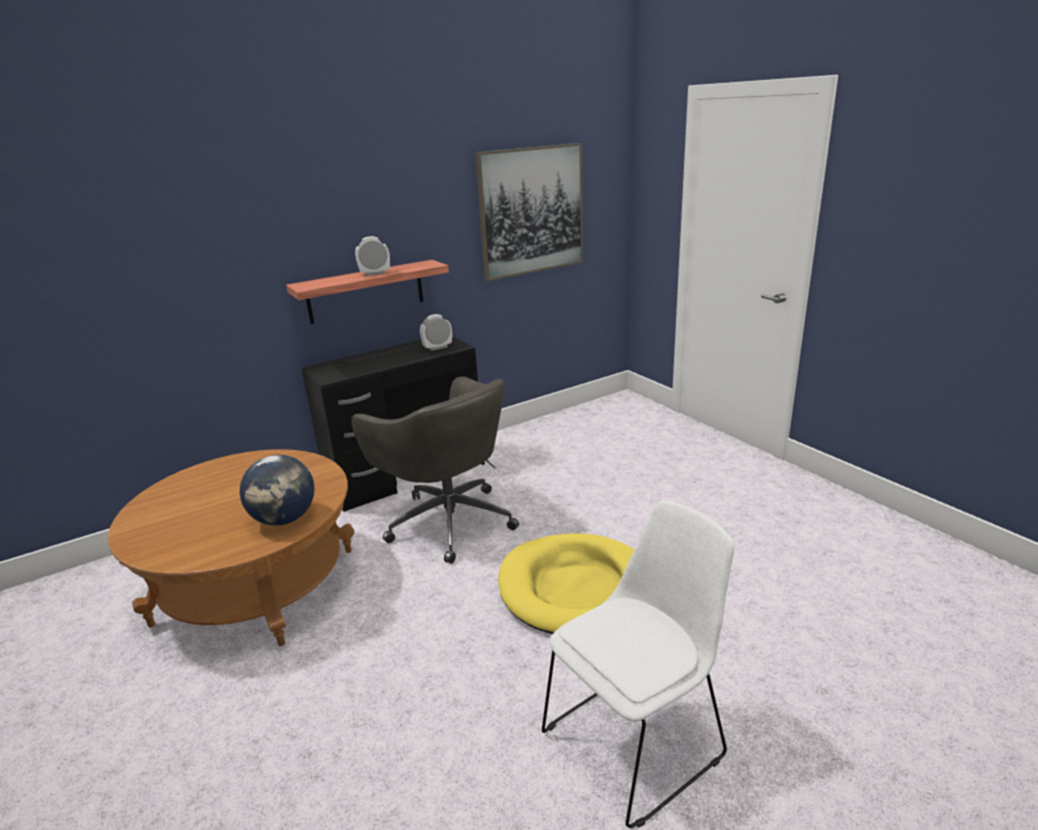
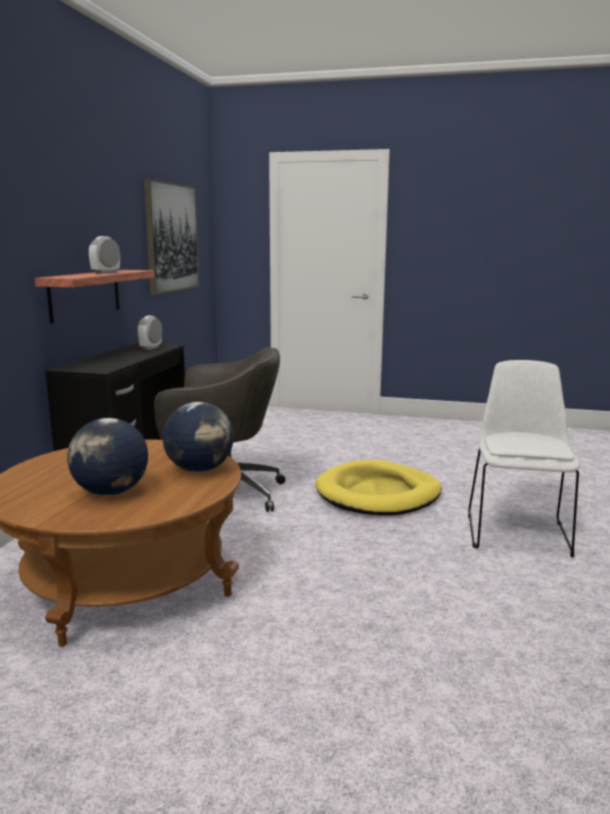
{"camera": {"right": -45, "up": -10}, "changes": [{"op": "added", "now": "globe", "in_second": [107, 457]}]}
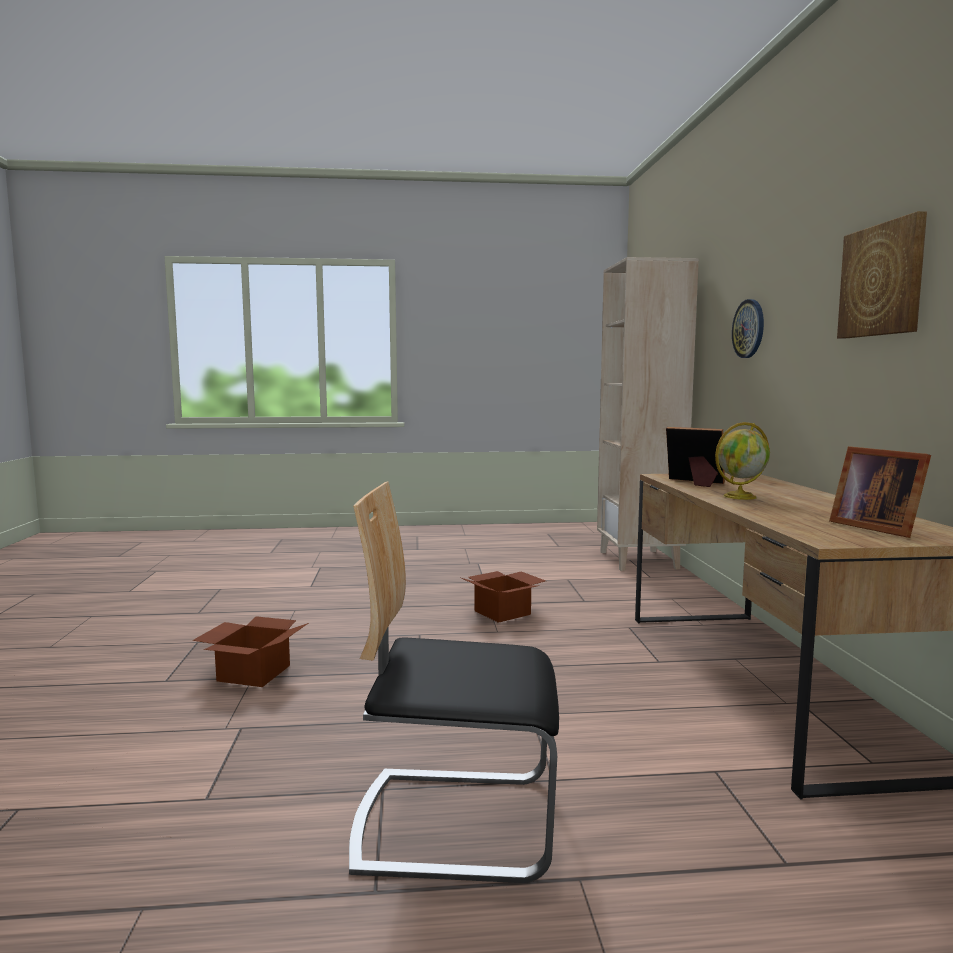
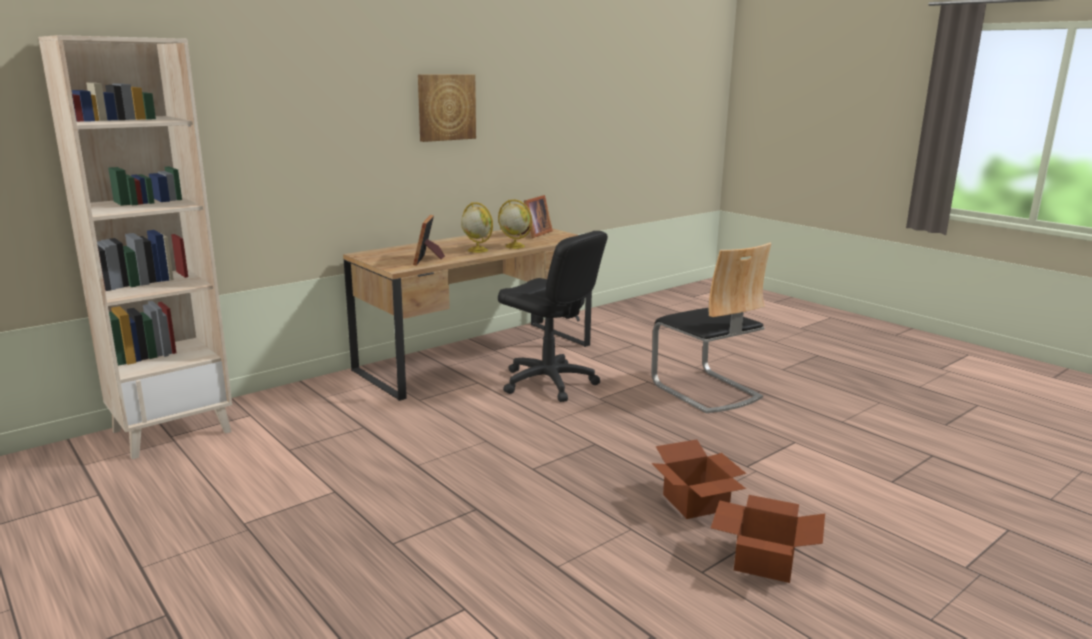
{"camera": {"right": -125, "up": 10}, "changes": [{"op": "added", "now": "globe", "in_second": [515, 224]}, {"op": "added", "now": "office chair/black", "in_second": [553, 316]}, {"op": "moved", "was": "cardboard box", "in_first": [502, 597], "in_second": [768, 539]}, {"op": "removed", "was": "wall clock", "in_first": [748, 328]}]}
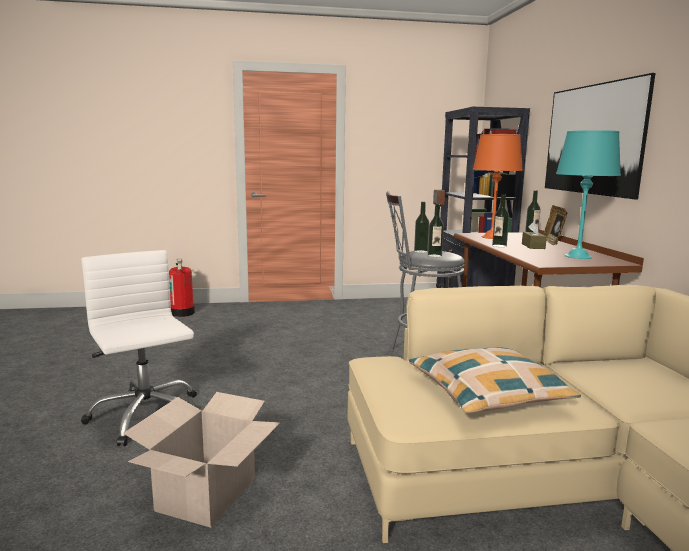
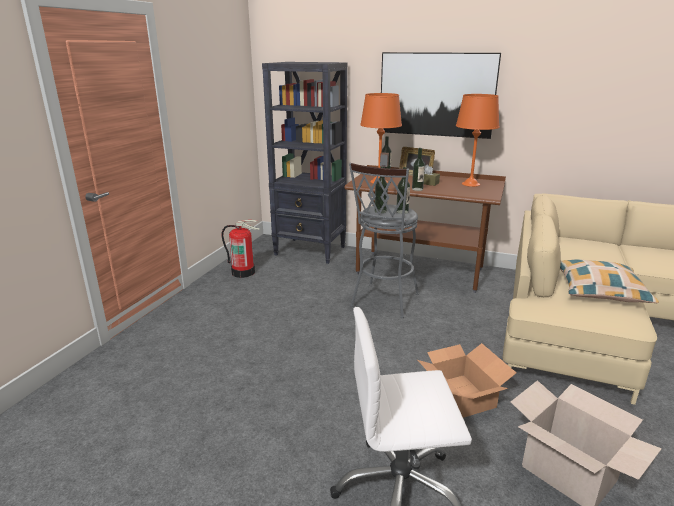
{"camera": {"right": -60, "up": 10}, "changes": [{"op": "moved", "was": "fire extinguisher", "in_first": [182, 288], "in_second": [240, 249]}, {"op": "added", "now": "cardboard box", "in_second": [467, 380]}, {"op": "recoloured", "was": "table lamp/turquoise", "now": "table lamp/orange", "in_first": [588, 194], "in_second": [477, 140]}]}
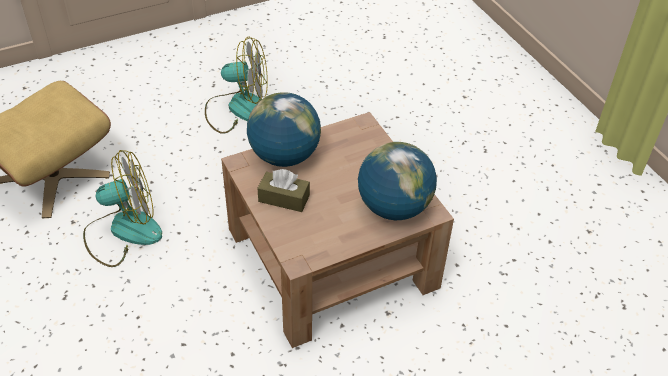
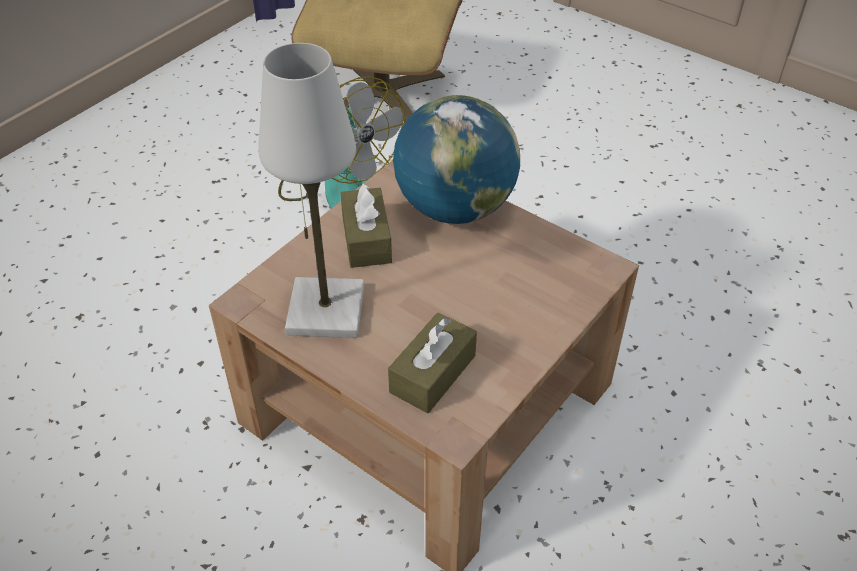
{"camera": {"right": 65, "up": 0}, "changes": [{"op": "added", "now": "table lamp/white", "in_second": [311, 190]}, {"op": "replaced", "was": "globe", "now": "tissue box/brown", "in_first": [397, 181], "in_second": [432, 362]}, {"op": "removed", "was": "fan", "in_first": [236, 85]}]}
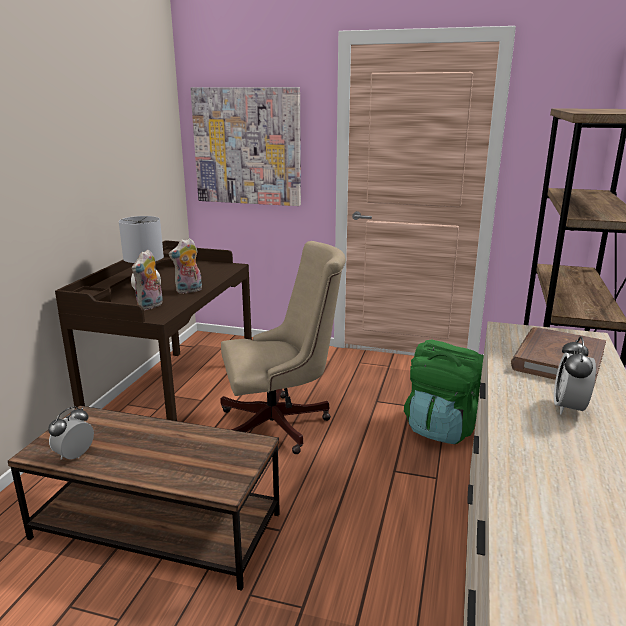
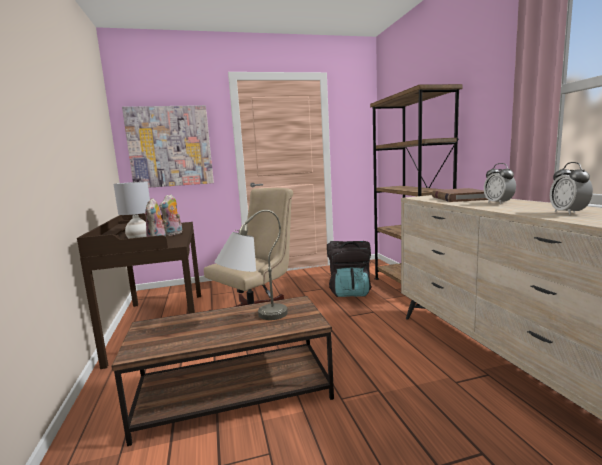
{"camera": {"right": -30, "up": -10}, "changes": [{"op": "added", "now": "table lamp/grey", "in_second": [251, 265]}, {"op": "recoloured", "was": "backpack/green", "now": "backpack/black", "in_first": [444, 392], "in_second": [349, 269]}, {"op": "moved", "was": "alarm clock", "in_first": [71, 433], "in_second": [571, 188]}]}
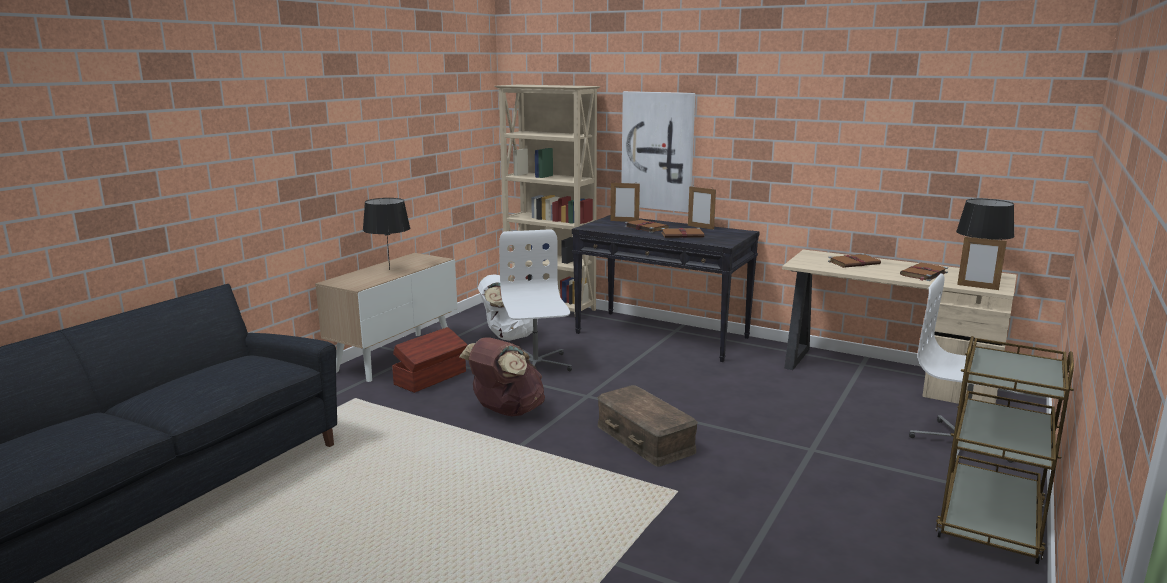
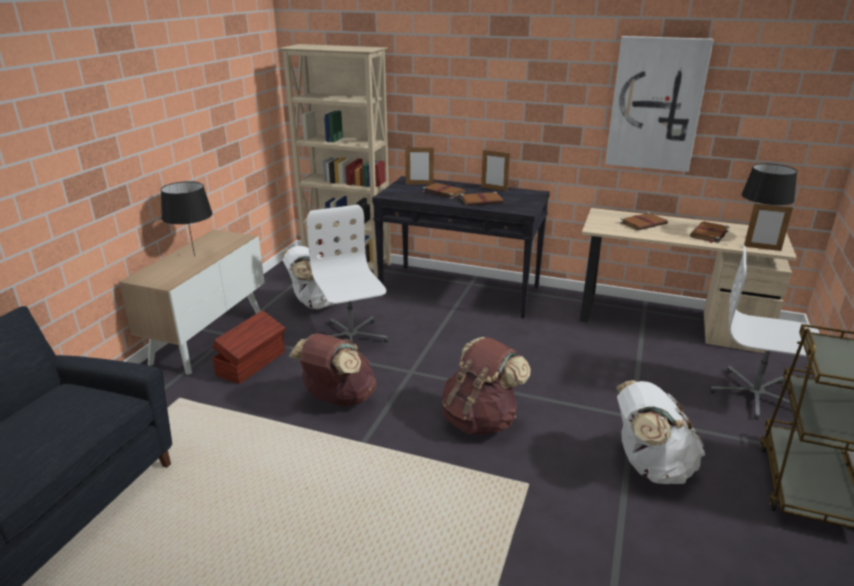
{"camera": {"right": -10, "up": 10}, "changes": [{"op": "replaced", "was": "storage box/brown", "now": "backpack/brown", "in_first": [648, 426], "in_second": [486, 386]}, {"op": "moved", "was": "picture", "in_first": [658, 151], "in_second": [659, 104]}, {"op": "added", "now": "backpack/white", "in_second": [661, 432]}]}
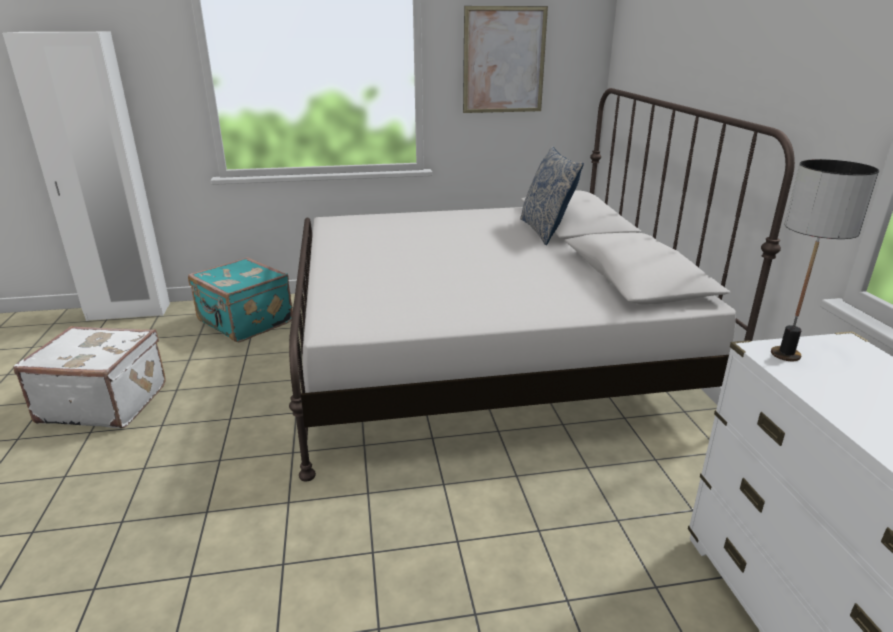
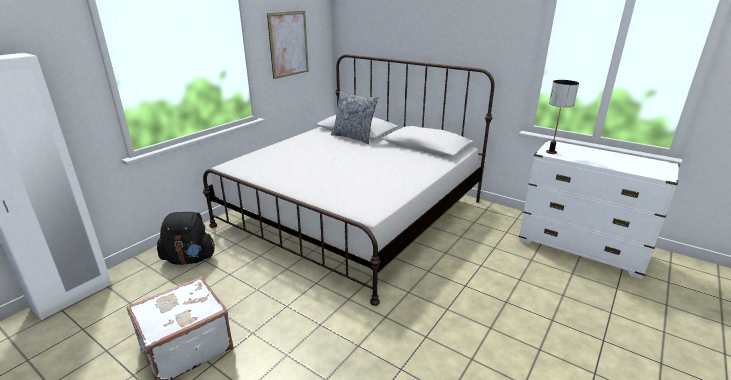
{"camera": {"right": -45, "up": 0}, "changes": [{"op": "replaced", "was": "suitcase/turquoise", "now": "backpack/black", "in_first": [240, 299], "in_second": [186, 238]}]}
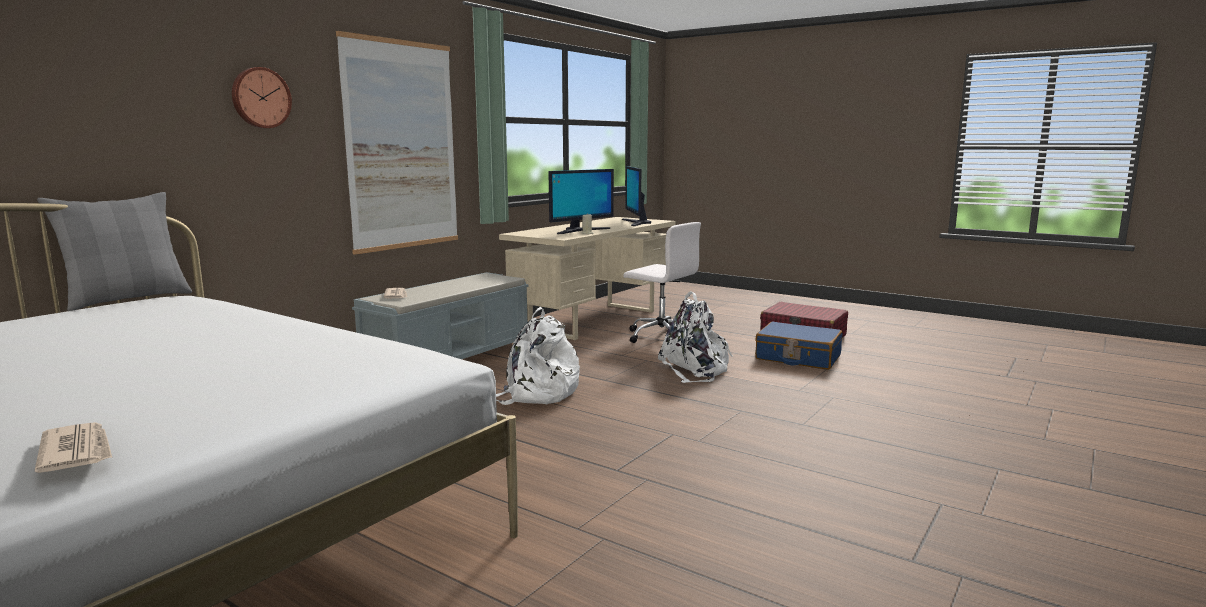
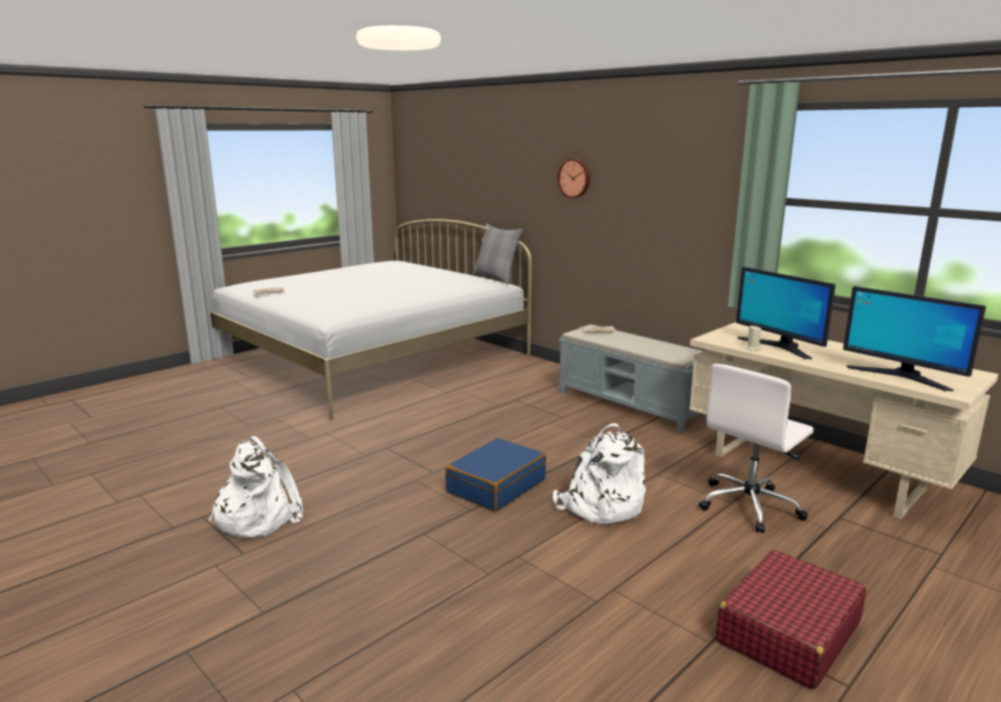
{"camera": {"right": 100, "up": 5}, "changes": [{"op": "moved", "was": "backpack/white", "in_first": [538, 356], "in_second": [255, 487]}, {"op": "moved", "was": "suitcase/blue", "in_first": [799, 346], "in_second": [495, 475]}, {"op": "turned", "was": "monitor", "in_first": [636, 196], "in_second": [914, 338], "clockwise": -135}, {"op": "removed", "was": "picture", "in_first": [397, 143]}]}
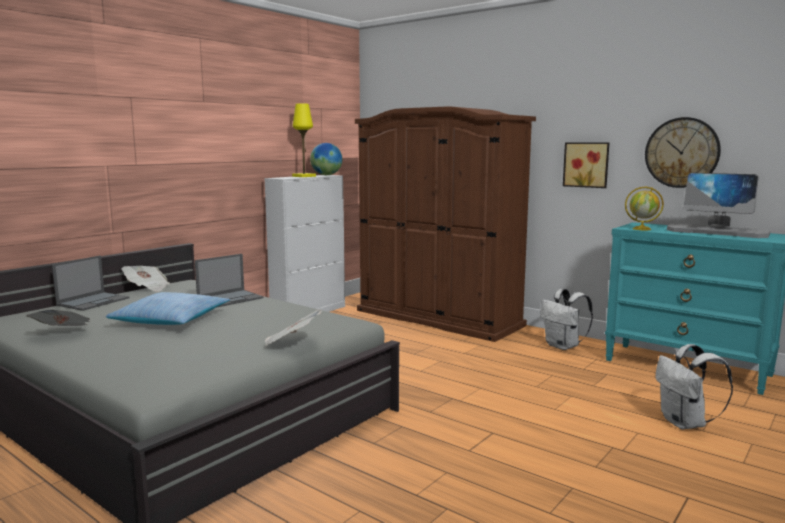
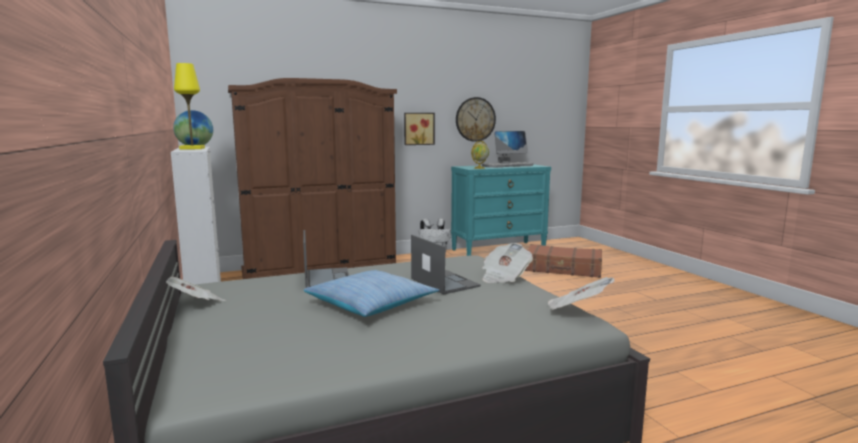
{"camera": {"right": -60, "up": 0}, "changes": [{"op": "moved", "was": "laptop", "in_first": [90, 283], "in_second": [446, 265]}, {"op": "replaced", "was": "backpack/white", "now": "suitcase/brown", "in_first": [694, 386], "in_second": [563, 261]}, {"op": "moved", "was": "newspaper", "in_first": [58, 318], "in_second": [581, 294]}]}
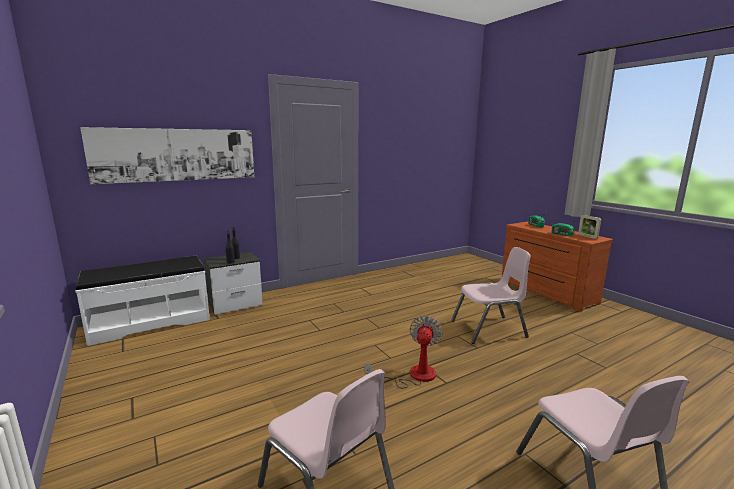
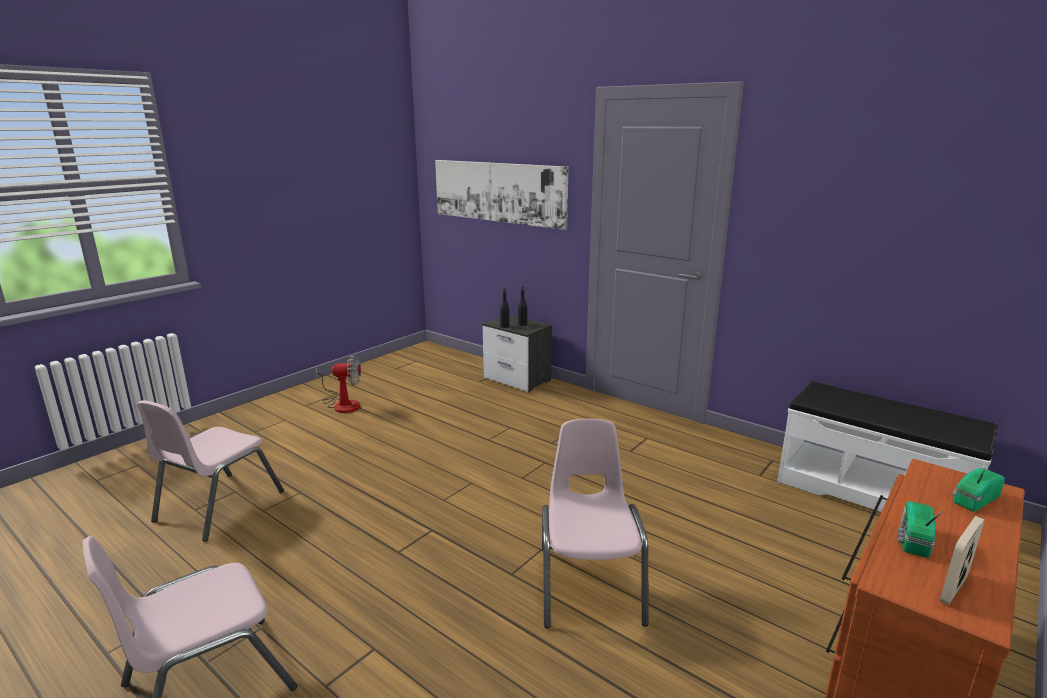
{"camera": {"right": 70, "up": 5}, "changes": [{"op": "moved", "was": "fan", "in_first": [404, 352], "in_second": [338, 383]}, {"op": "turned", "was": "chair/pink", "in_first": [491, 295], "in_second": [595, 523], "clockwise": -150}, {"op": "moved", "was": "bench/white", "in_first": [142, 301], "in_second": [887, 446]}]}
